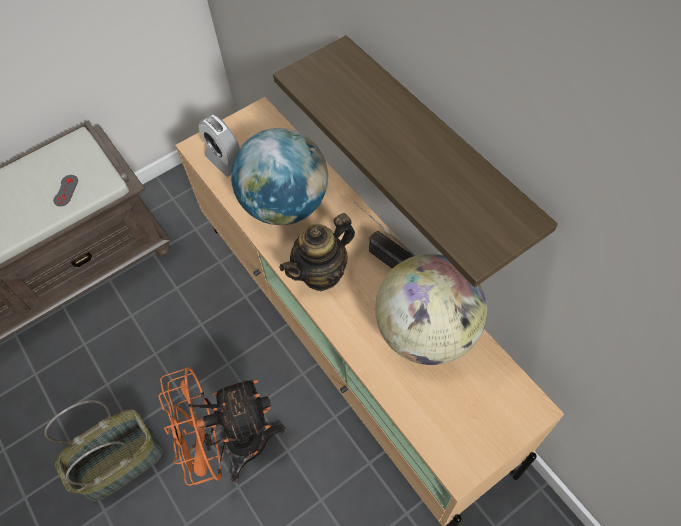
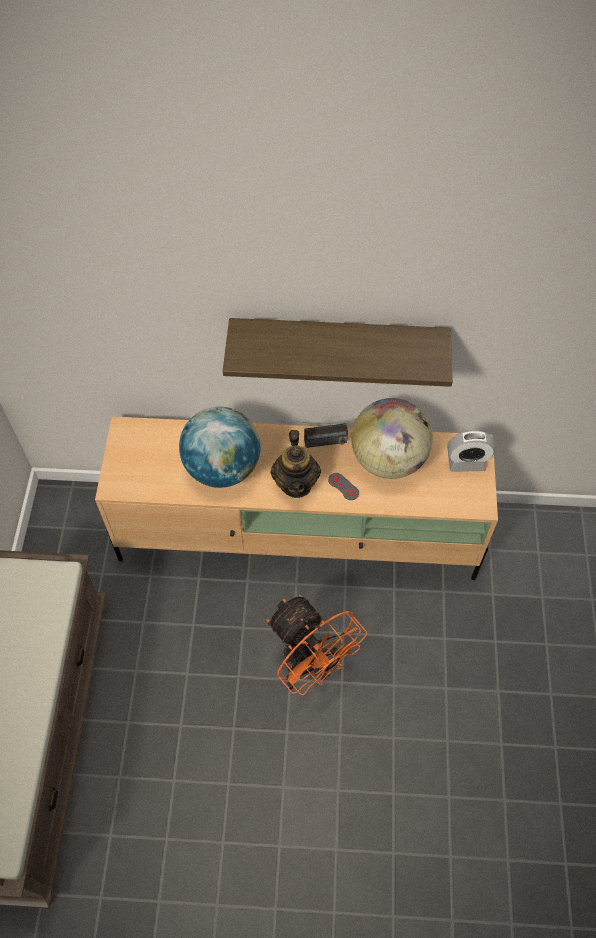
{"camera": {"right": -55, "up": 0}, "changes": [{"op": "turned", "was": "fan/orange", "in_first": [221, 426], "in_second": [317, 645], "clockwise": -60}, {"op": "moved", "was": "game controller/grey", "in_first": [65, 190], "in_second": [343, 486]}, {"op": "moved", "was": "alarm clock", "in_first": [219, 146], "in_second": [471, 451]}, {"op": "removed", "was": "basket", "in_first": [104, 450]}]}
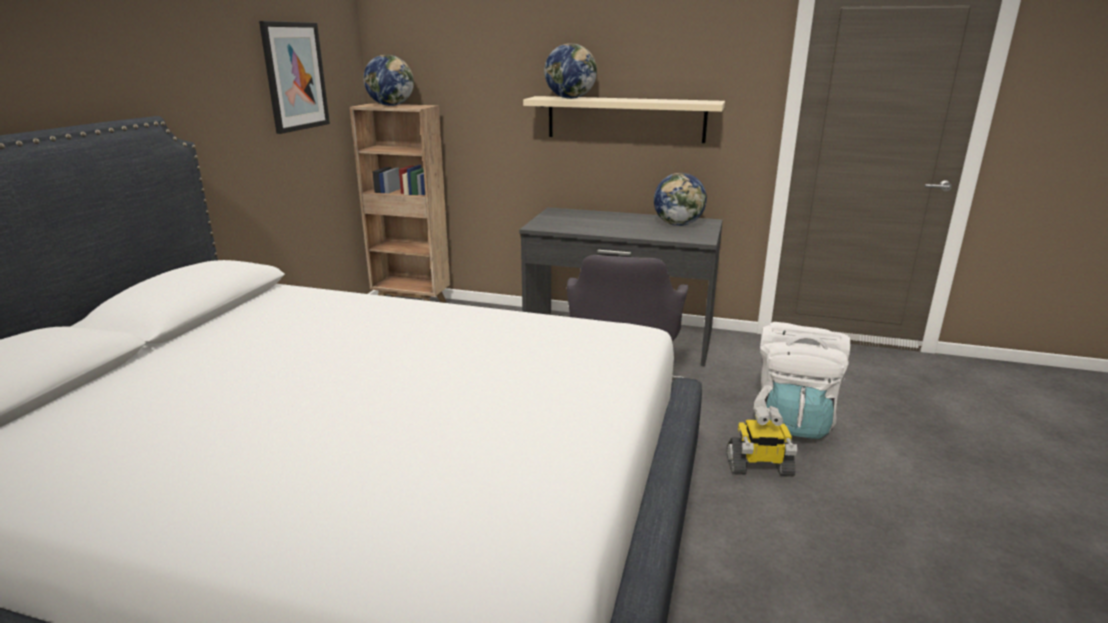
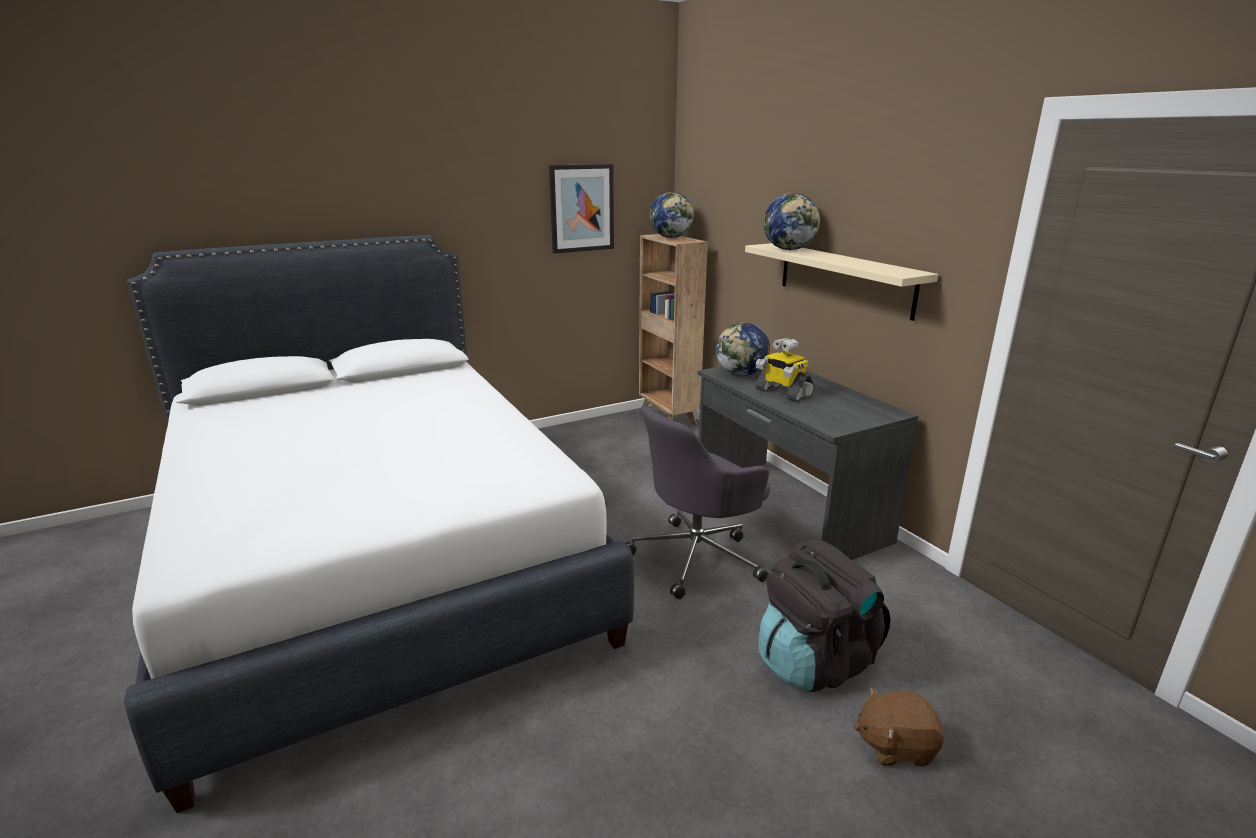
{"camera": {"right": 45, "up": 0}, "changes": [{"op": "moved", "was": "globe", "in_first": [680, 199], "in_second": [743, 349]}, {"op": "moved", "was": "toy robot", "in_first": [762, 441], "in_second": [785, 370]}, {"op": "recoloured", "was": "backpack/white", "now": "backpack/black", "in_first": [802, 380], "in_second": [825, 615]}, {"op": "added", "now": "plush toy/brown", "in_second": [899, 727]}]}
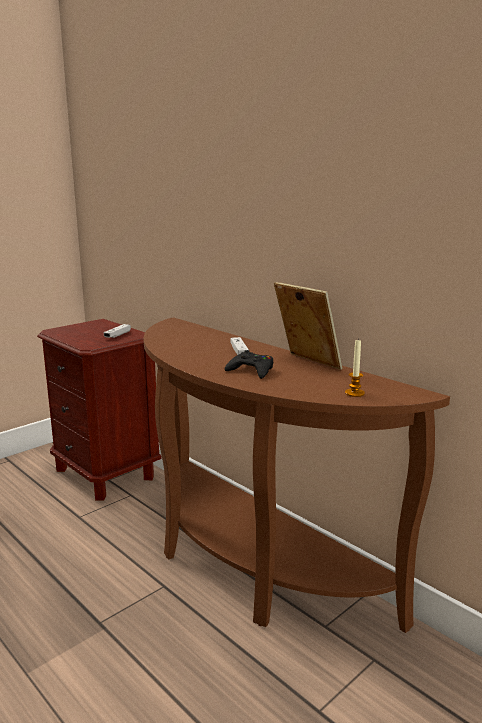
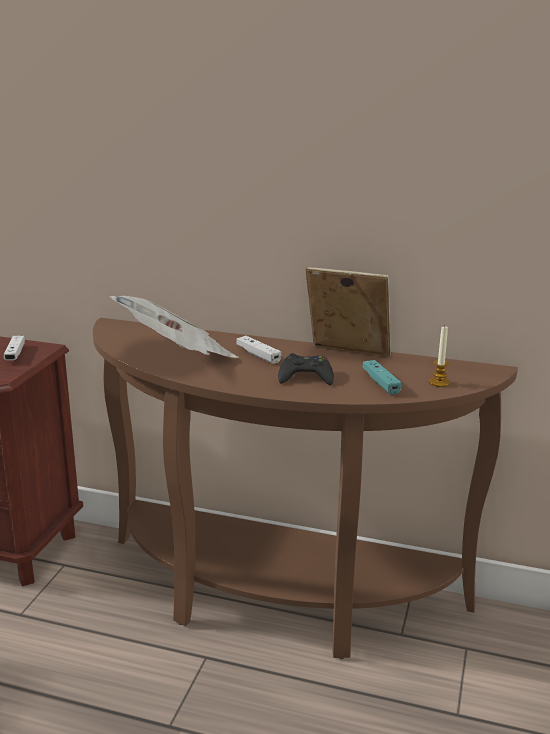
{"camera": {"right": -30, "up": 5}, "changes": [{"op": "added", "now": "newspaper", "in_second": [173, 327]}, {"op": "added", "now": "game controller/turquoise", "in_second": [382, 377]}]}
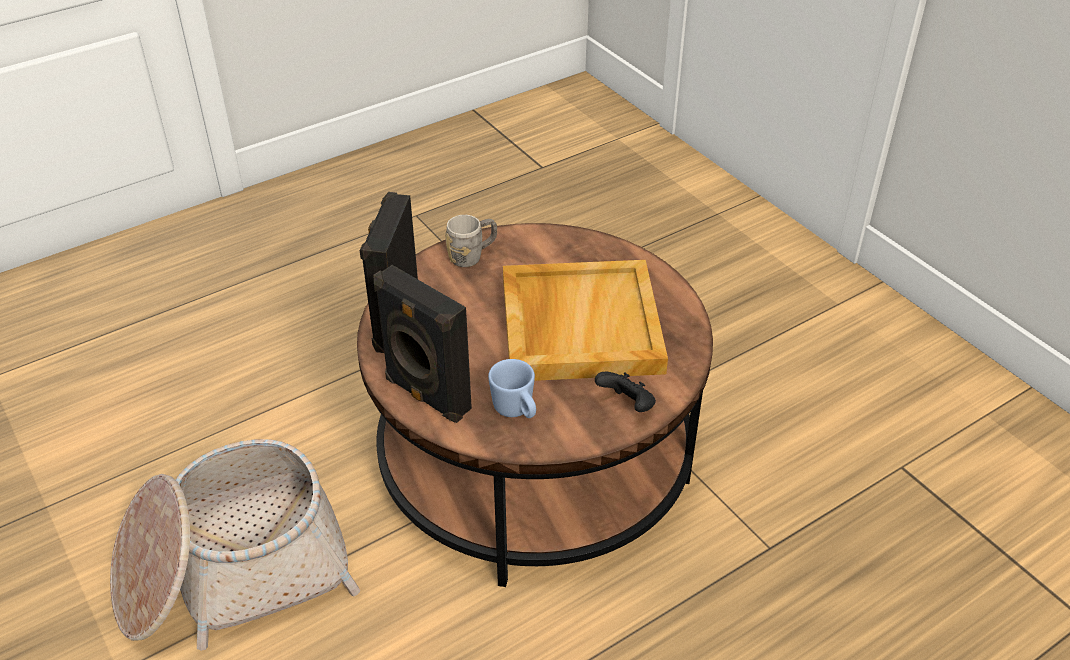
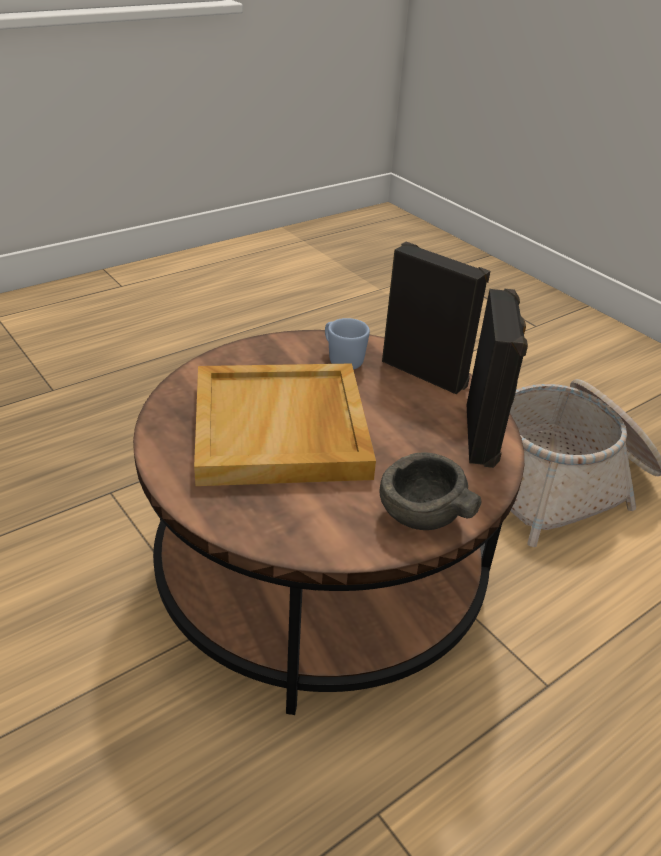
{"camera": {"right": 175, "up": -5}, "changes": [{"op": "replaced", "was": "mug/grey", "now": "bowl/grey", "in_first": [471, 241], "in_second": [430, 491]}, {"op": "removed", "was": "game controller/black", "in_first": [625, 392]}]}
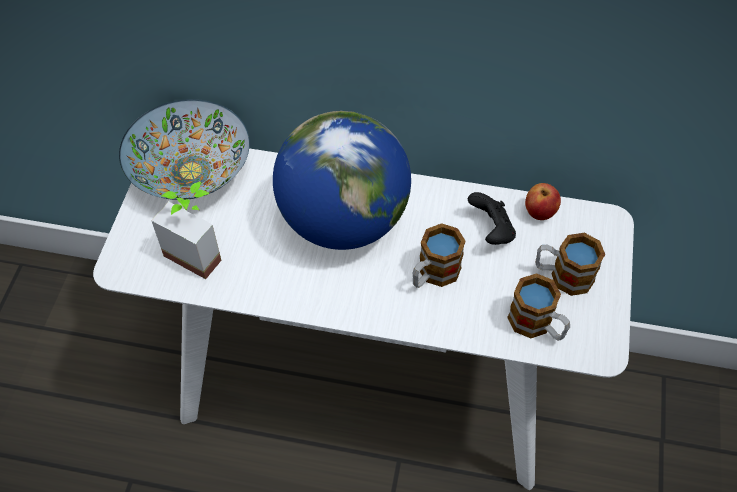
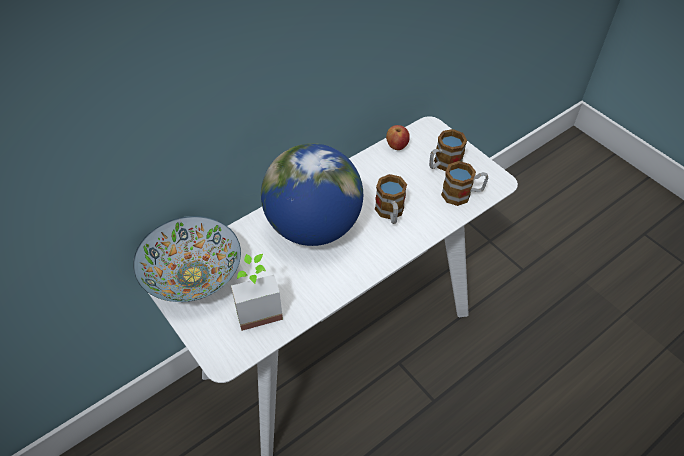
{"camera": {"right": -50, "up": -5}, "changes": [{"op": "removed", "was": "game controller/black", "in_first": [492, 218]}]}
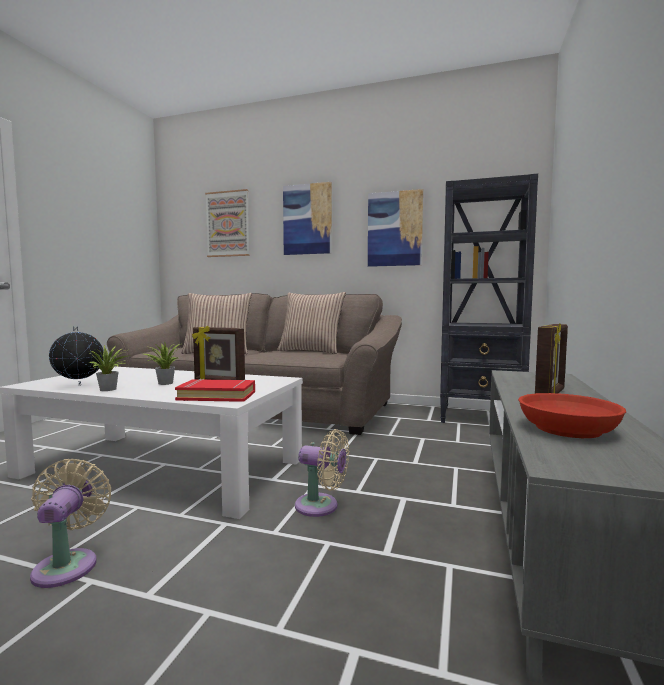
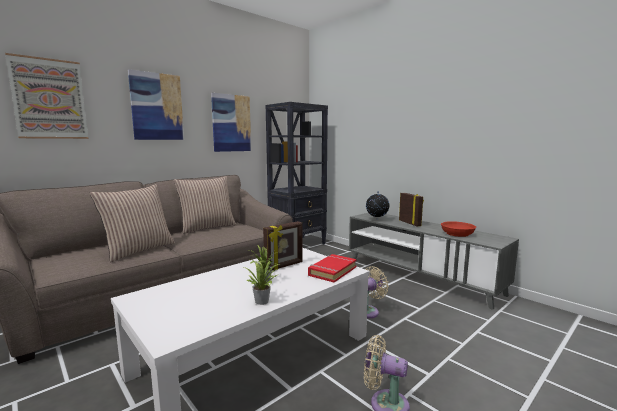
{"camera": {"right": -60, "up": 5}, "changes": [{"op": "moved", "was": "globe", "in_first": [76, 356], "in_second": [377, 205]}]}
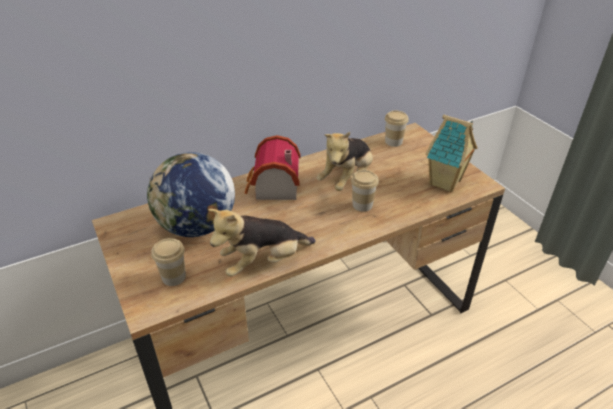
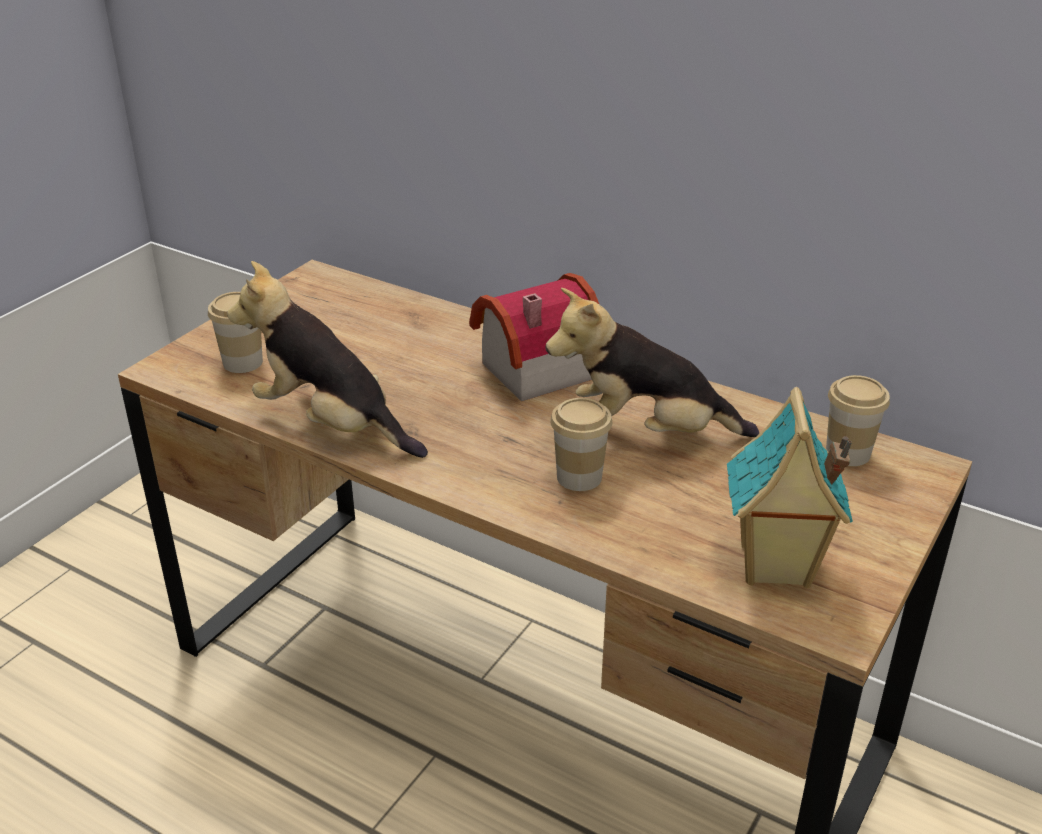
{"camera": {"right": 60, "up": -5}, "changes": [{"op": "removed", "was": "globe", "in_first": [191, 194]}]}
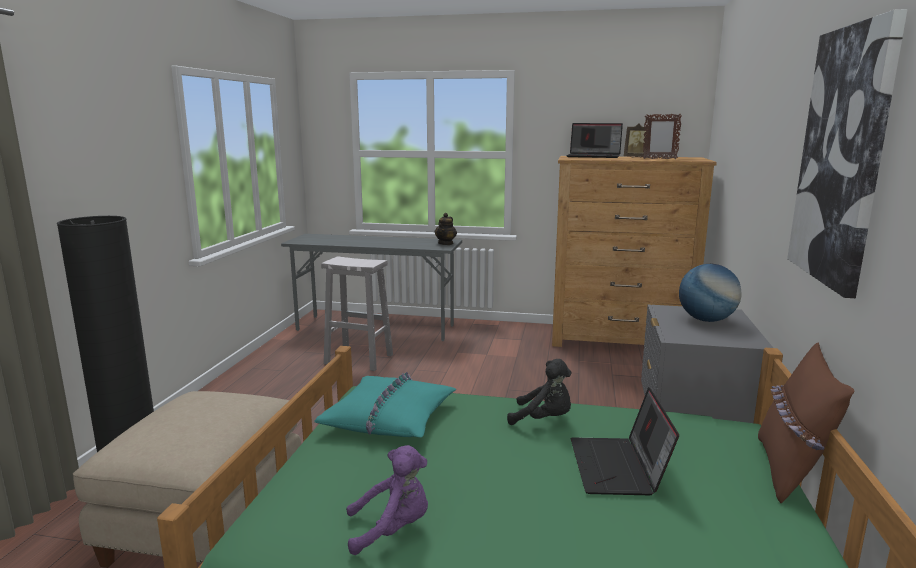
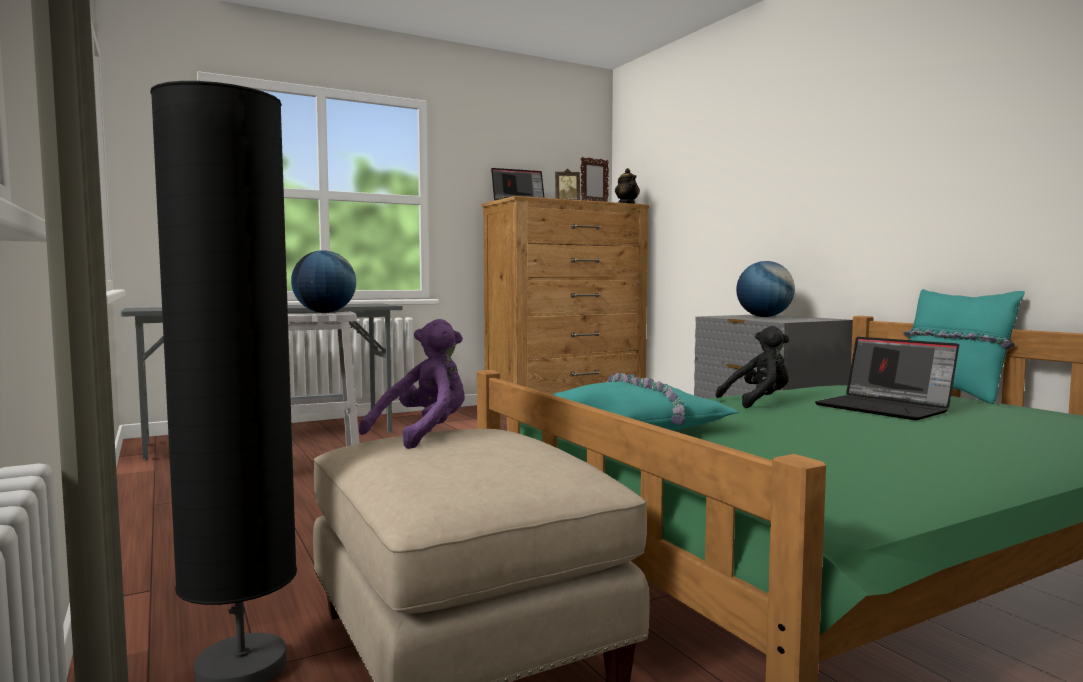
{"camera": {"right": -40, "up": -10}, "changes": [{"op": "added", "now": "globe", "in_second": [323, 281]}, {"op": "moved", "was": "plush toy/purple", "in_first": [387, 500], "in_second": [412, 384]}, {"op": "moved", "was": "teapot", "in_first": [446, 229], "in_second": [627, 186]}, {"op": "recoloured", "was": "pillow/brown", "now": "pillow/turquoise", "in_first": [806, 422], "in_second": [964, 346]}, {"op": "removed", "was": "picture", "in_first": [847, 153]}]}
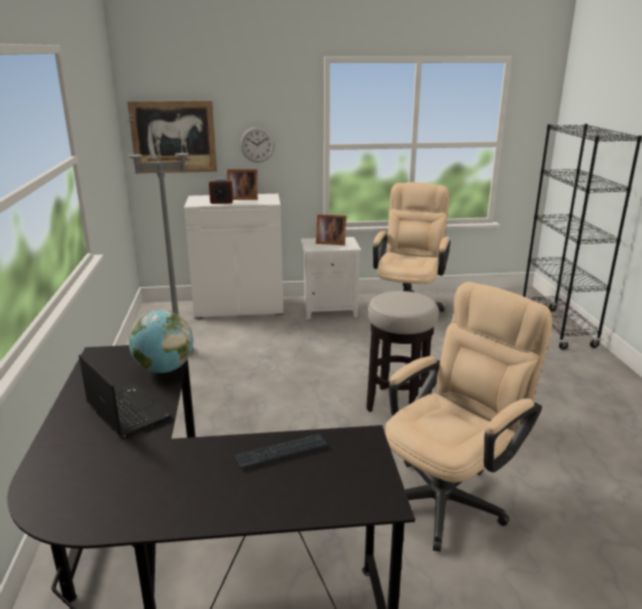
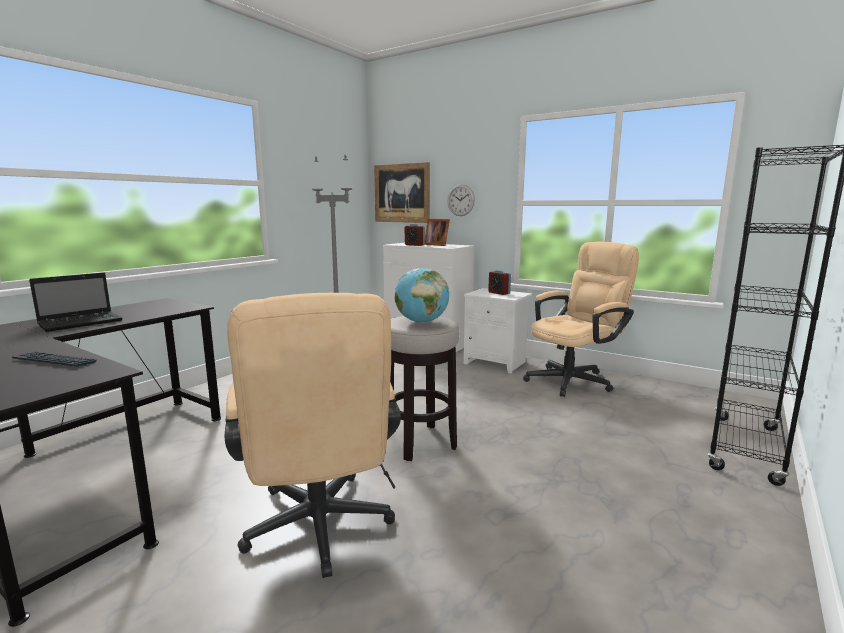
{"camera": {"right": 40, "up": -10}, "changes": [{"op": "turned", "was": "laptop", "in_first": [125, 396], "in_second": [76, 302], "clockwise": 45}, {"op": "turned", "was": "office chair/beige", "in_first": [468, 417], "in_second": [313, 435], "clockwise": 75}, {"op": "moved", "was": "globe", "in_first": [161, 341], "in_second": [422, 295]}, {"op": "replaced", "was": "picture frame", "now": "alarm clock", "in_first": [331, 229], "in_second": [499, 282]}]}
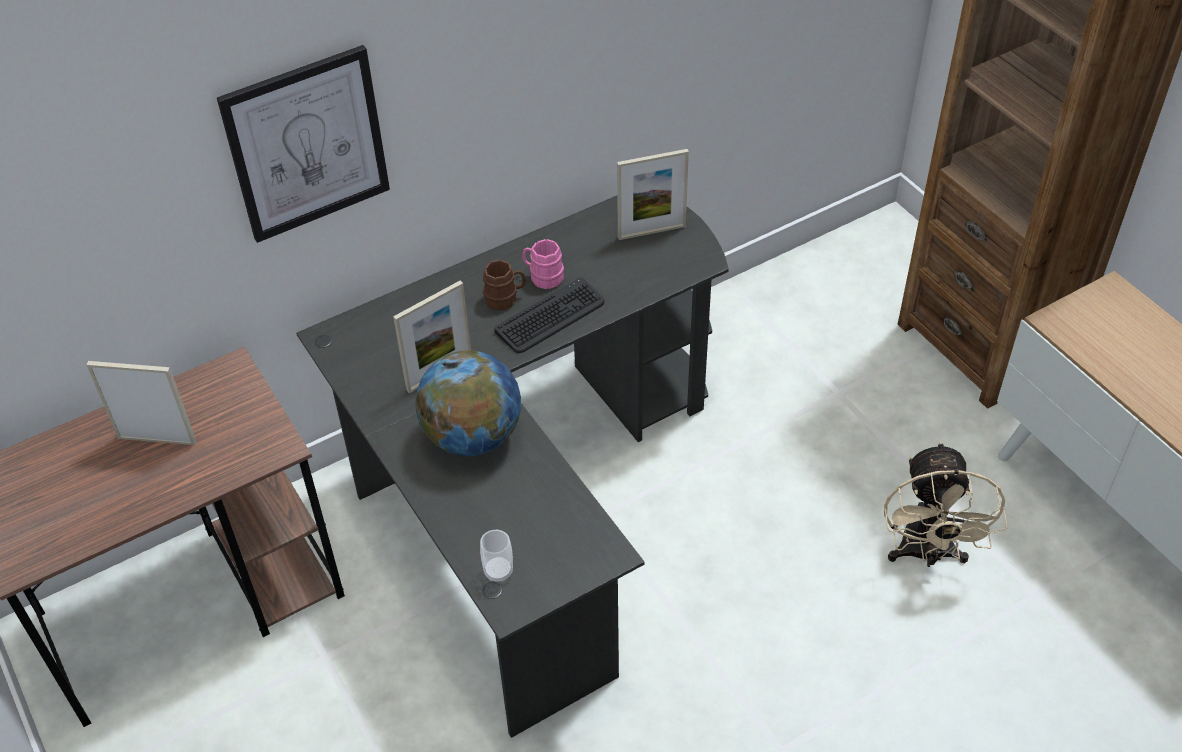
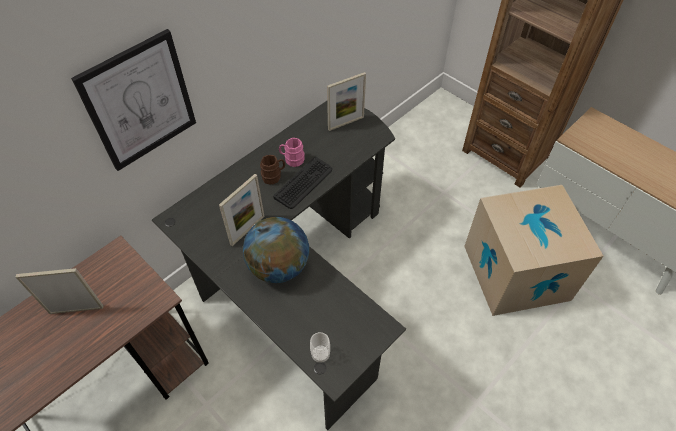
{"camera": {"right": -15, "up": 5}, "changes": [{"op": "replaced", "was": "fan/beige", "now": "cardboard box", "in_first": [946, 504], "in_second": [533, 250]}]}
